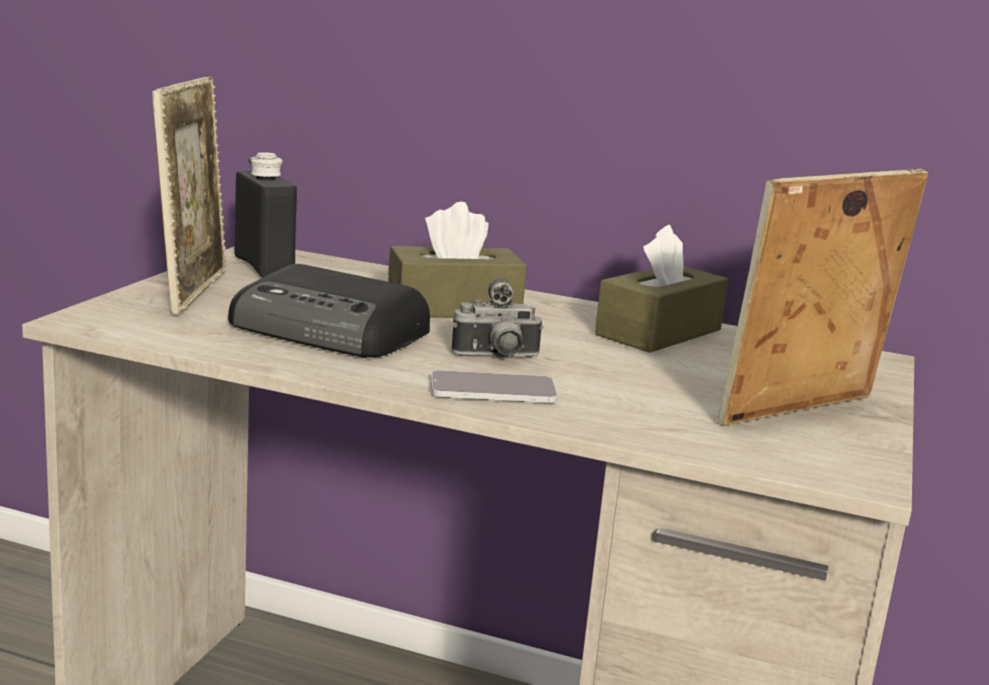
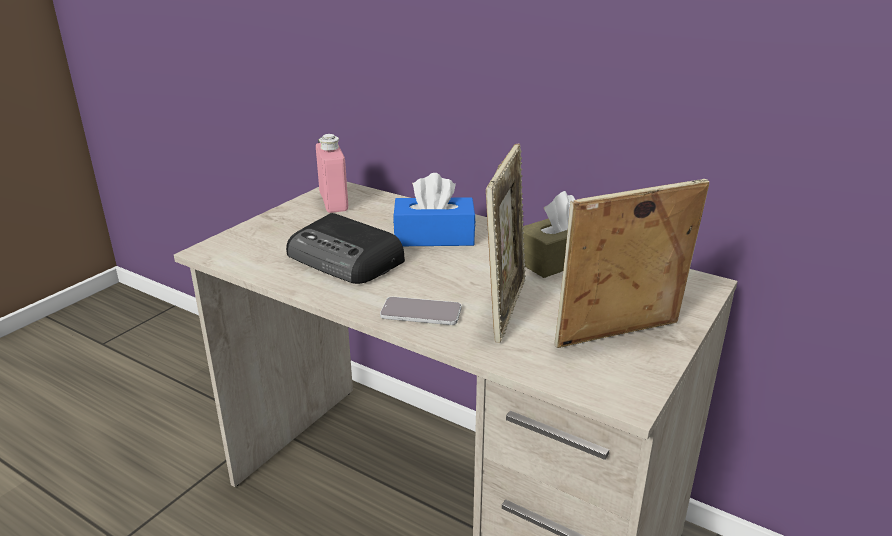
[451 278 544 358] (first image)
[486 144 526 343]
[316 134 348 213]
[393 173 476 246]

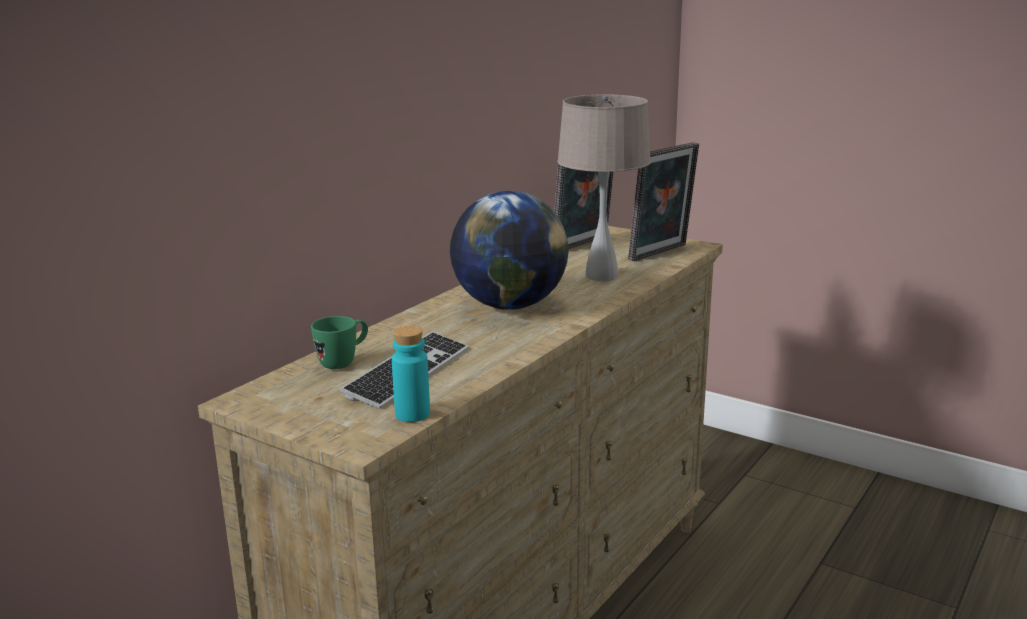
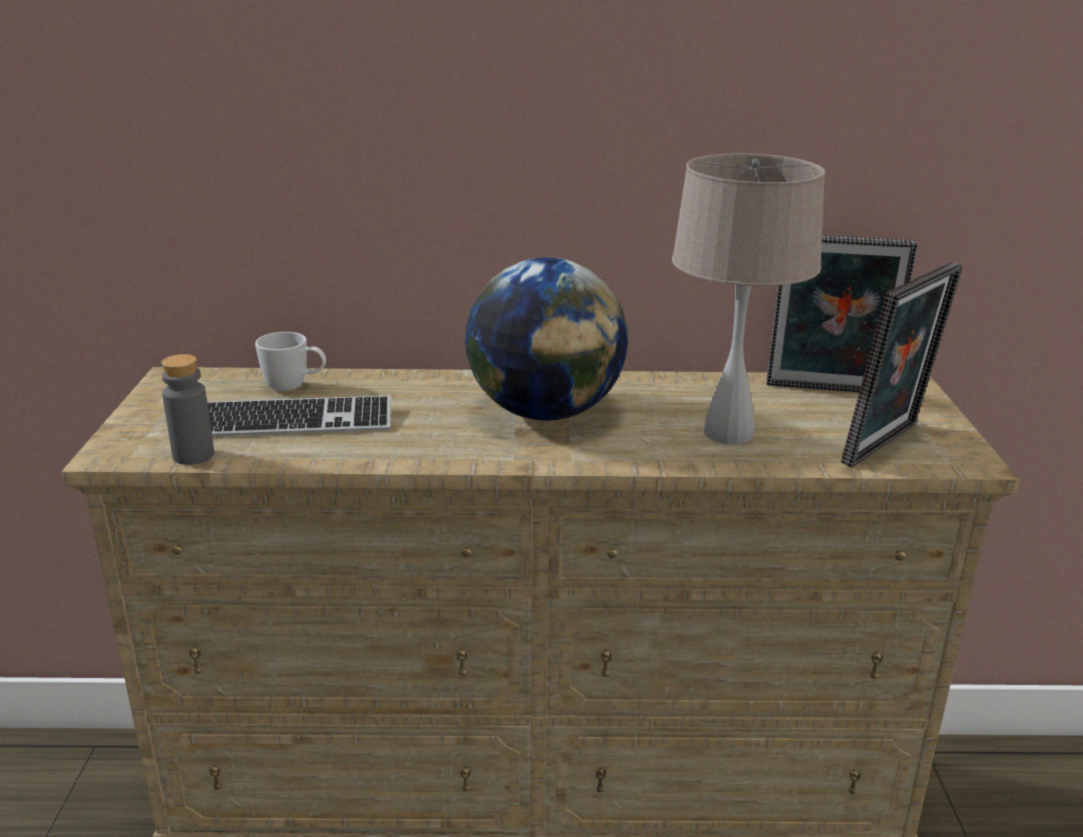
[255 332 326 391]
[162 354 214 465]
[841 262 963 468]

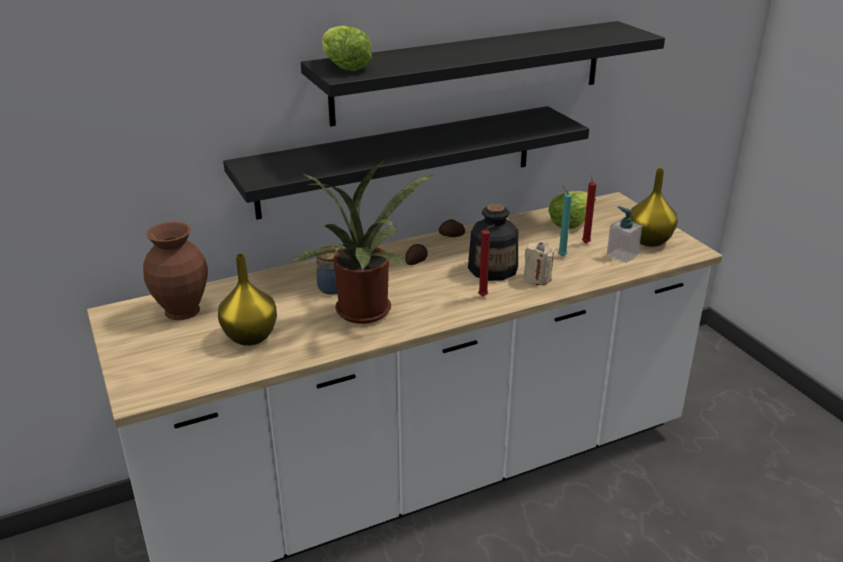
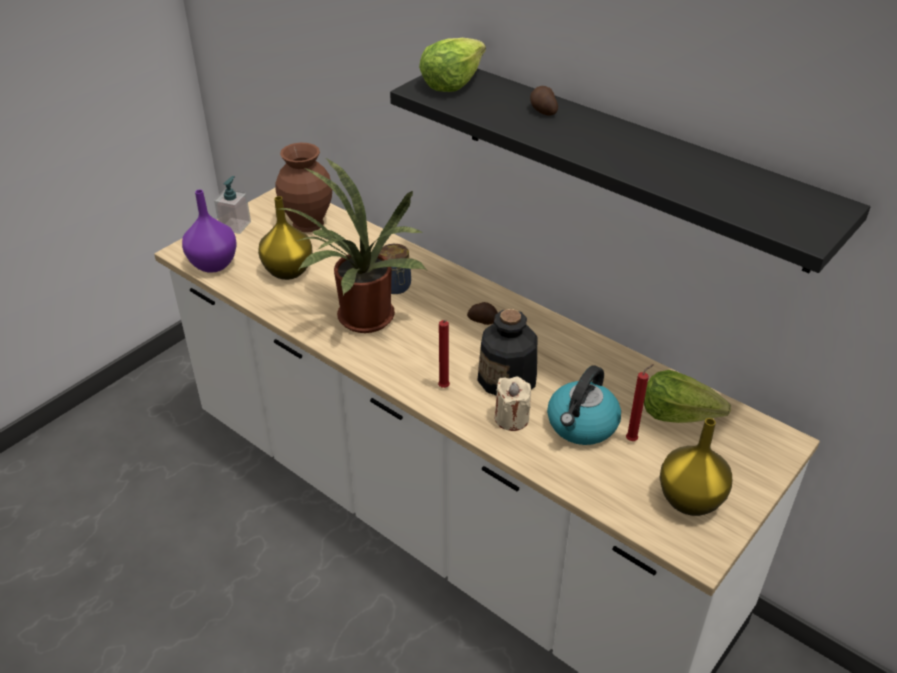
[223 106 589 220] (first image)
[182 190 237 273]
[530 86 558 116]
[214 176 251 234]
[547 365 621 445]

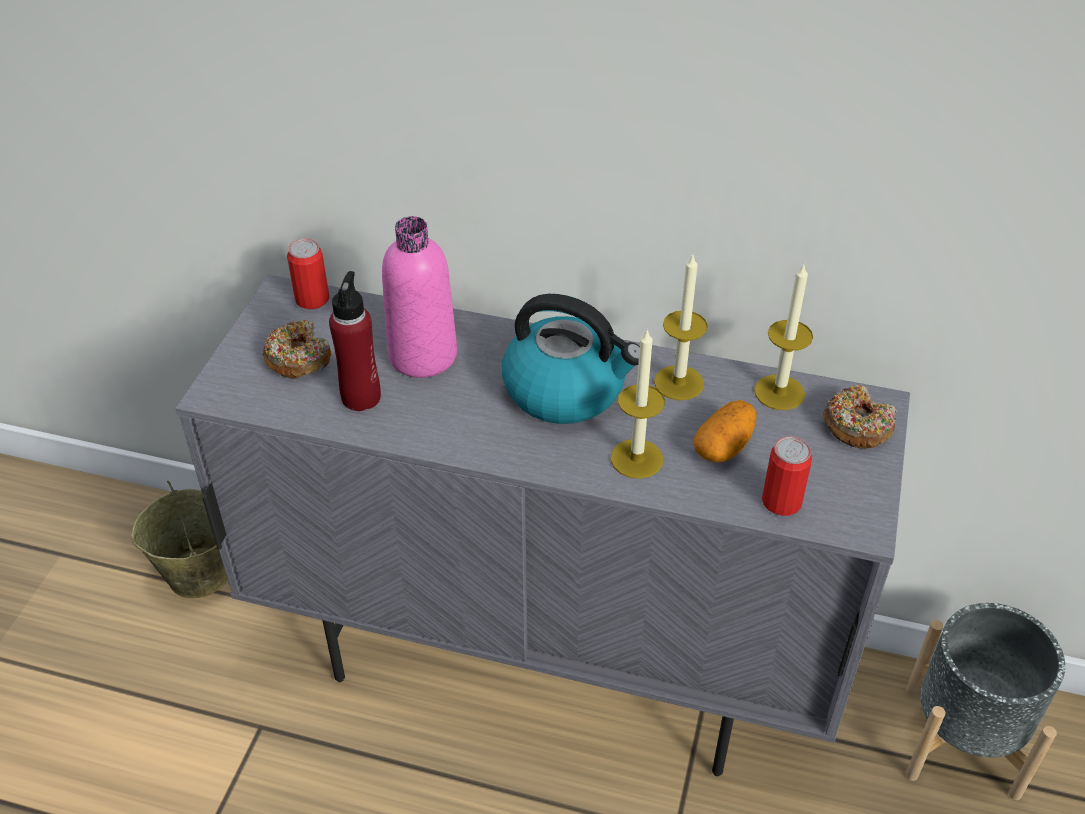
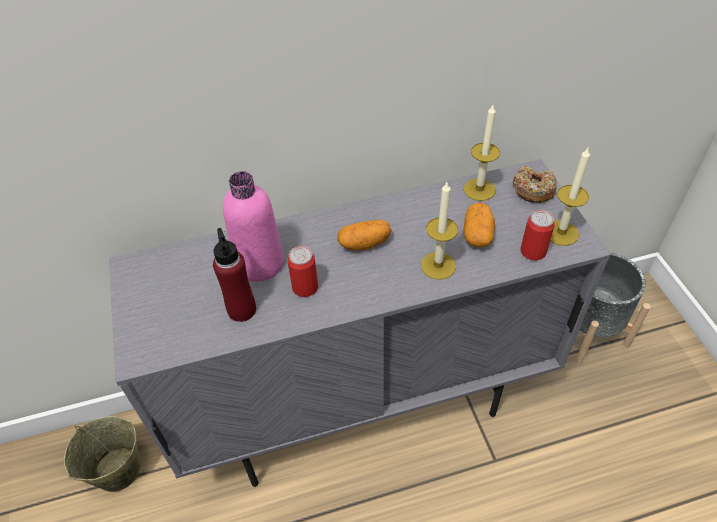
[263 320 331 379] (first image)
[288 246 318 297]
[550 148 590 246]
[337 220 392 250]

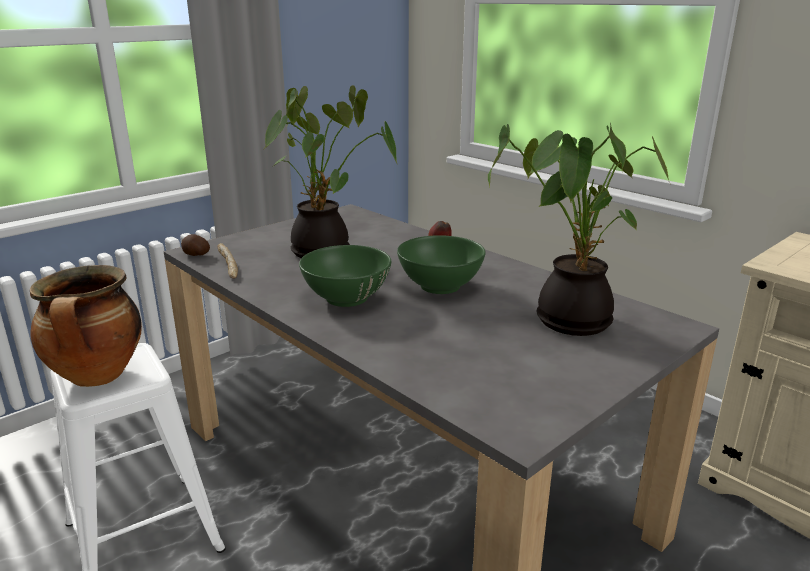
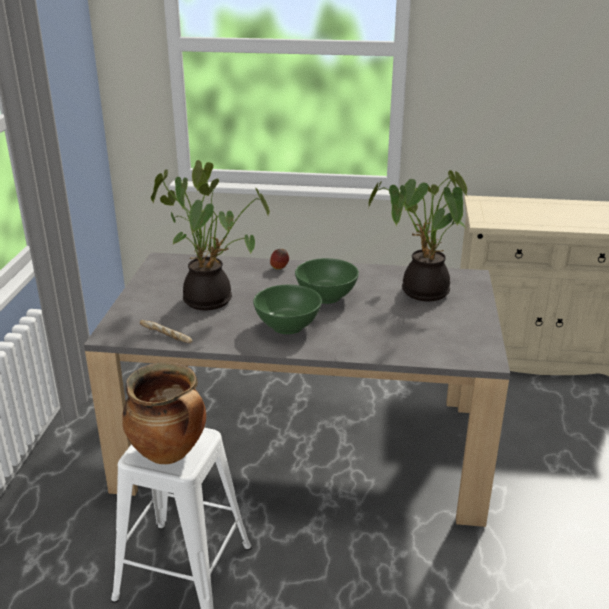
[181 234 210 256] (first image)

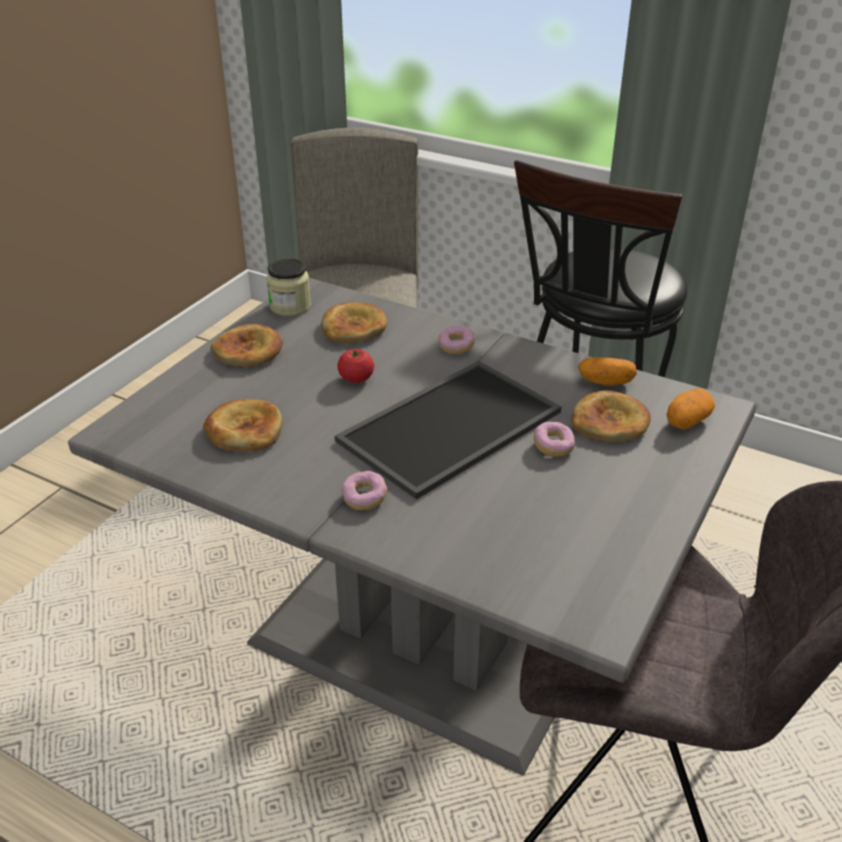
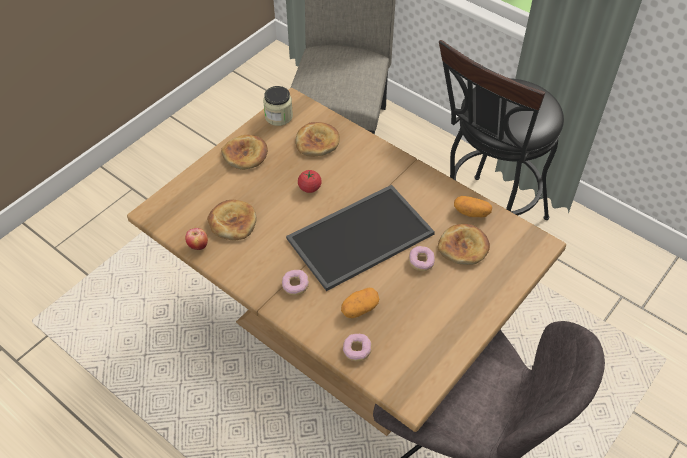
[185 228 208 250]
[343 334 372 361]
[341 288 379 318]
[127 88 566 436]

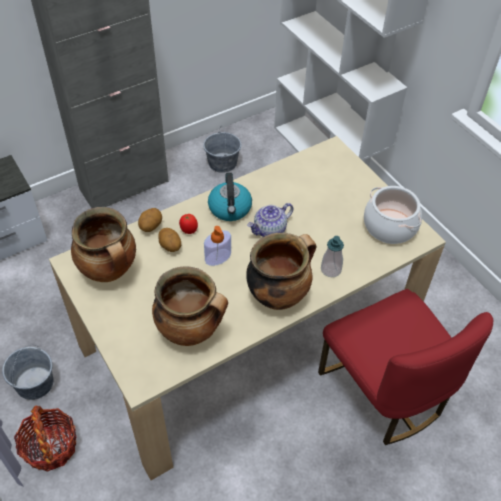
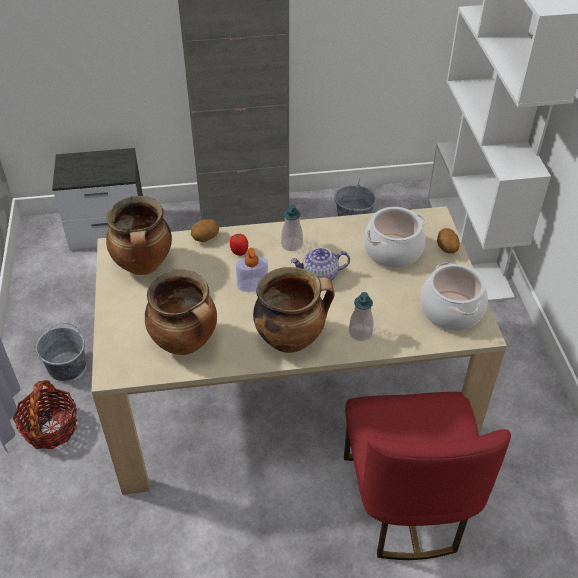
[364 207 426 268]
[437 228 460 253]
[281 204 303 251]

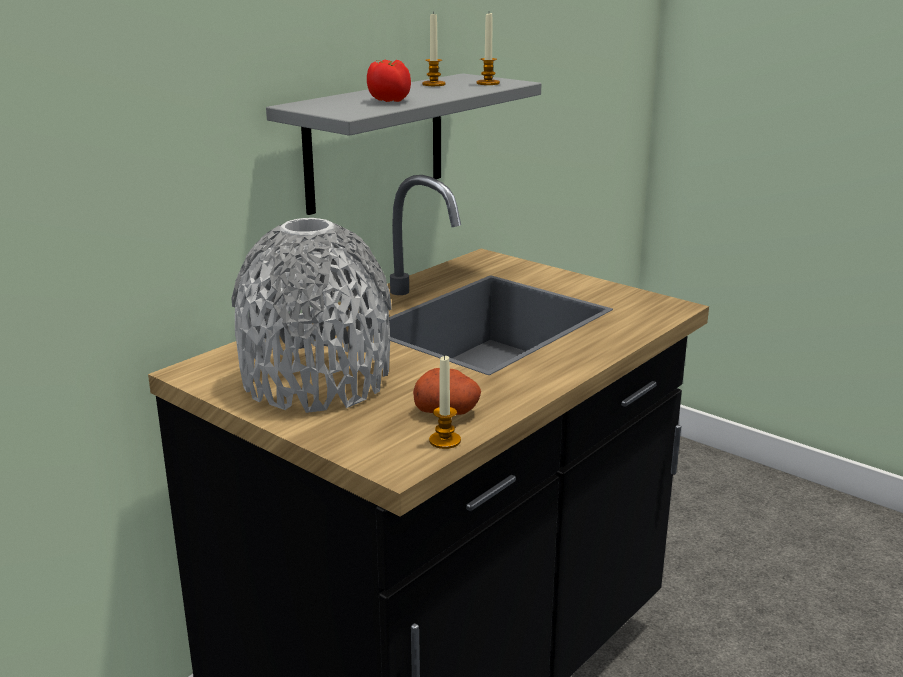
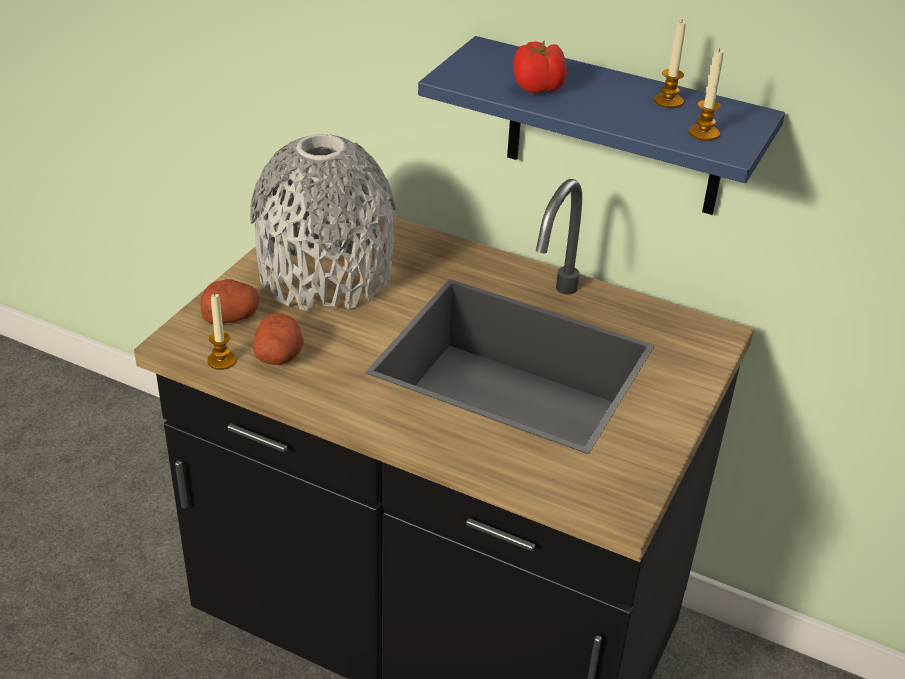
[200 279 259 324]
[418 36 785 215]

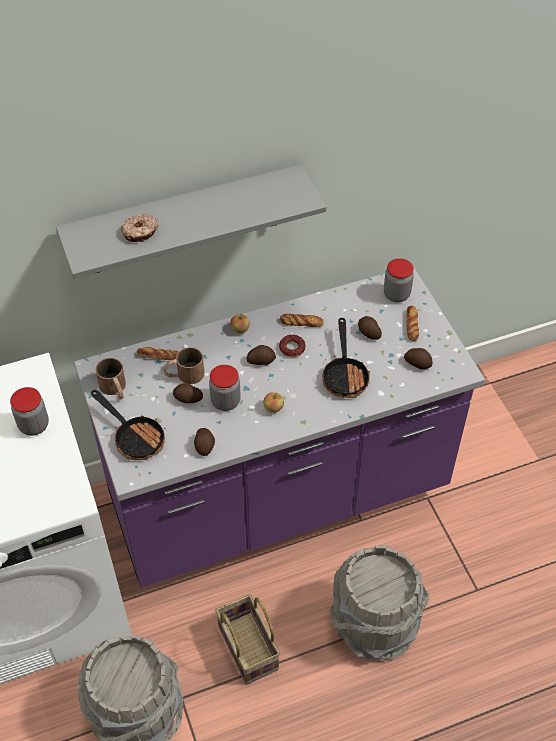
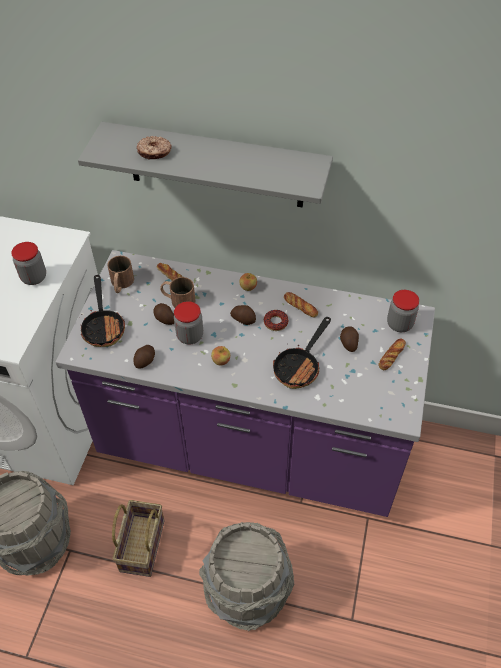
[404 348 433 369] (first image)

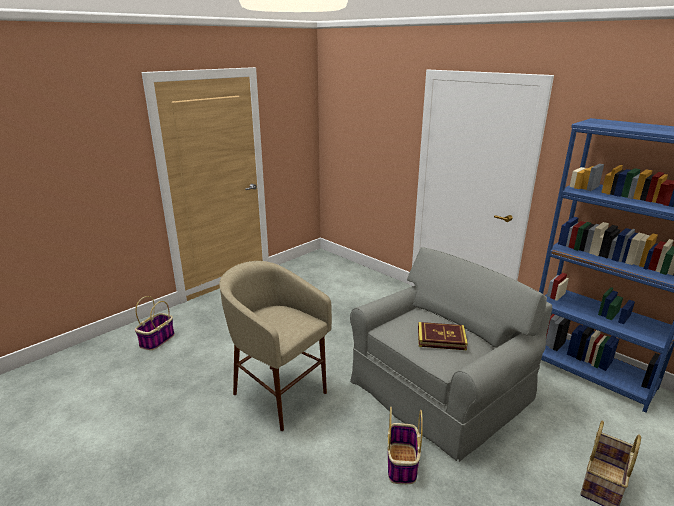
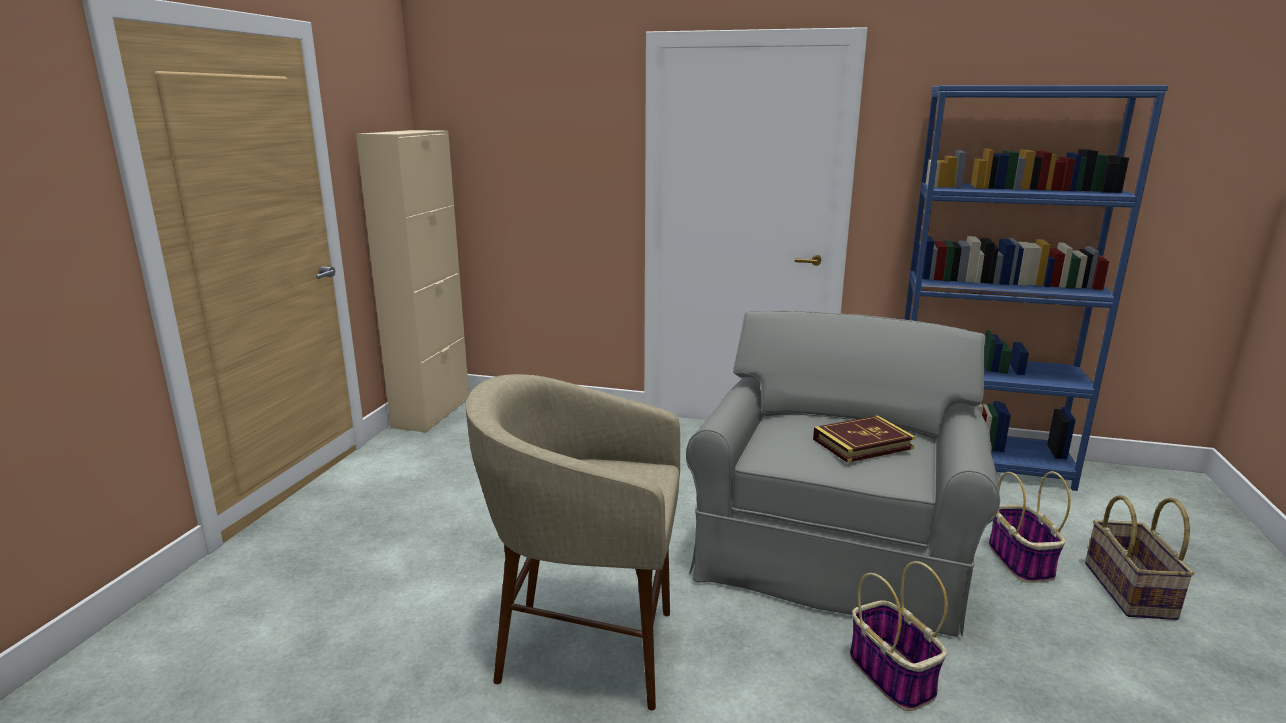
[356 130 469 433]
[989 471 1071 583]

